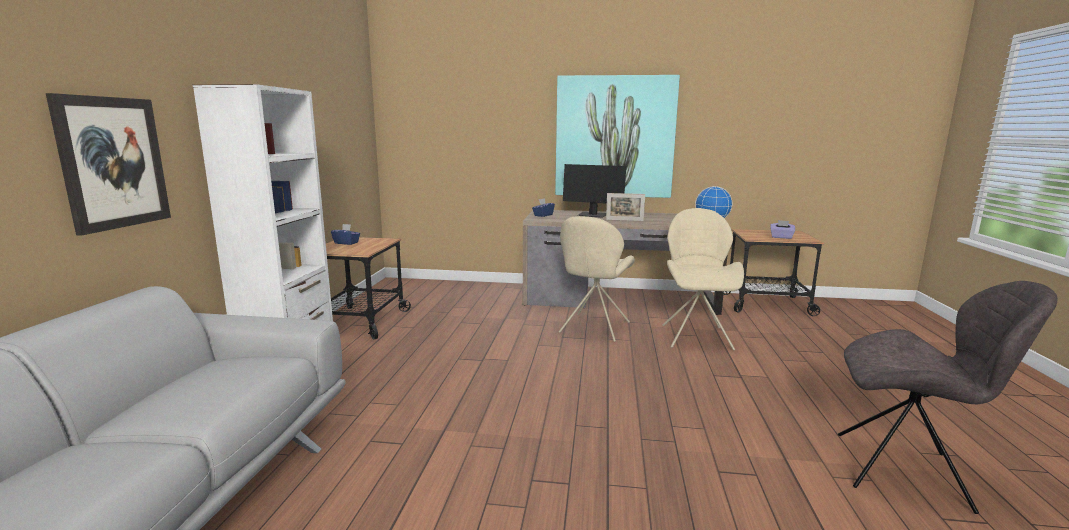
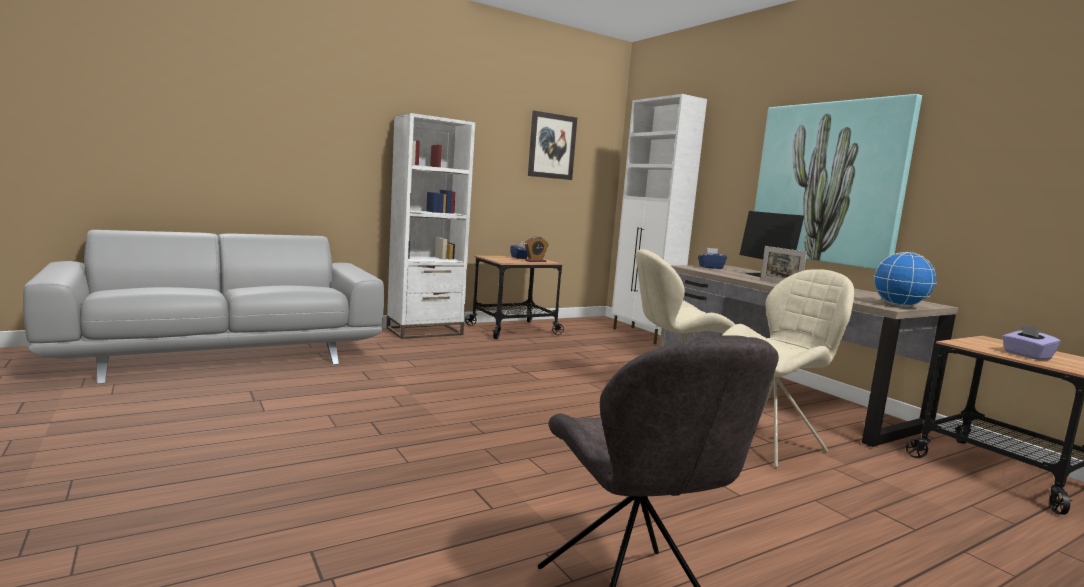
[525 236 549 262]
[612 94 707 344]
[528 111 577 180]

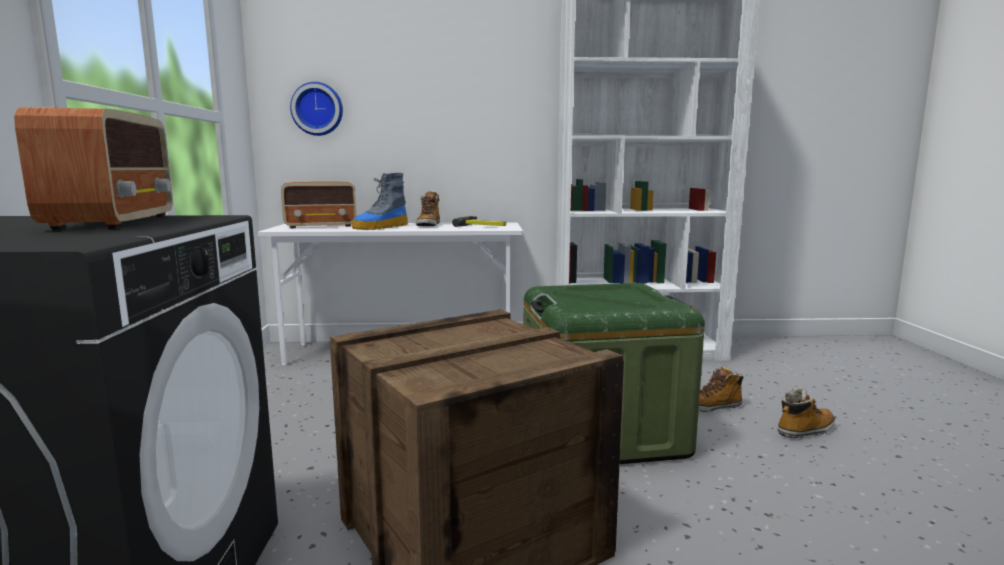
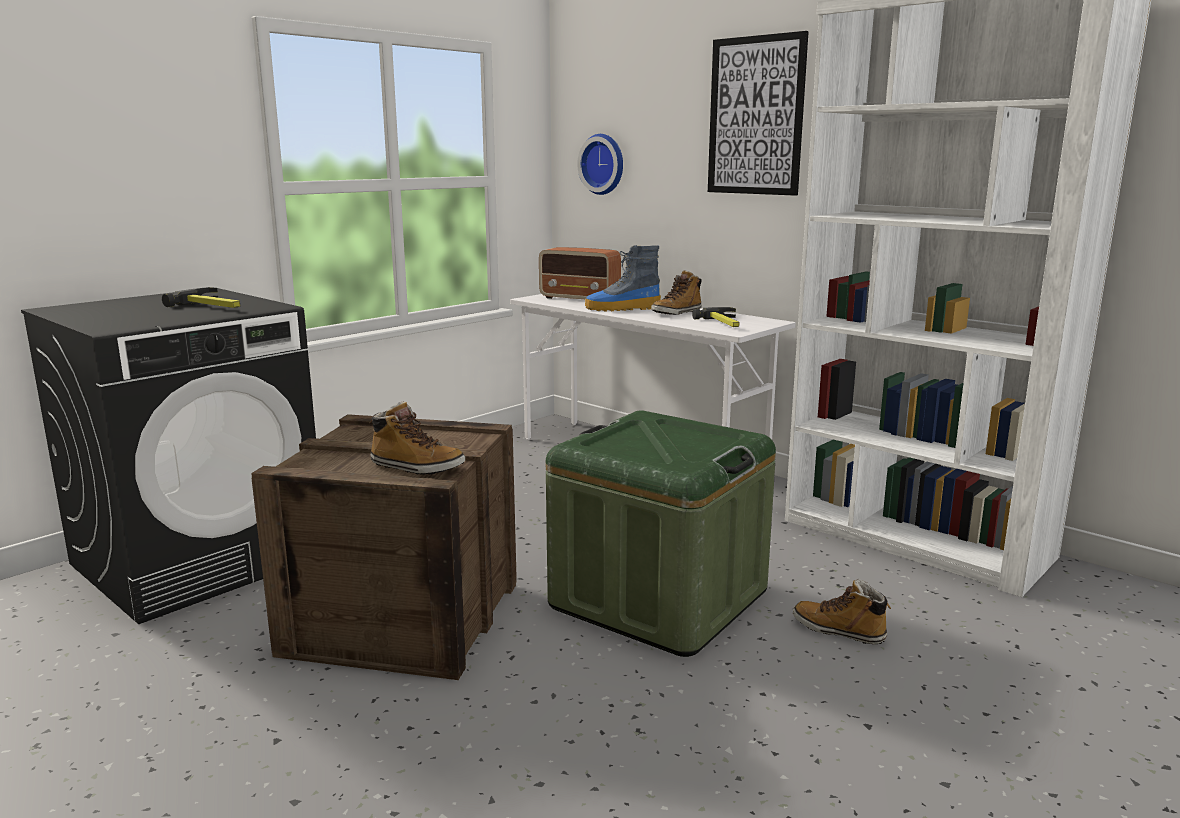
[708 31 809 196]
[370 401 465 475]
[162 287 240 308]

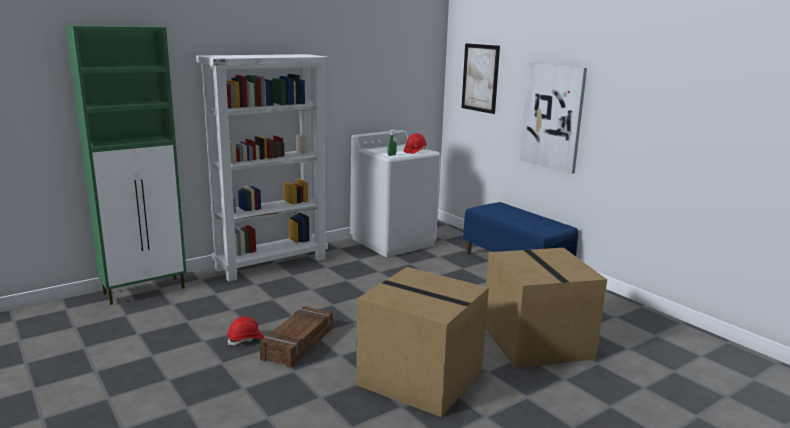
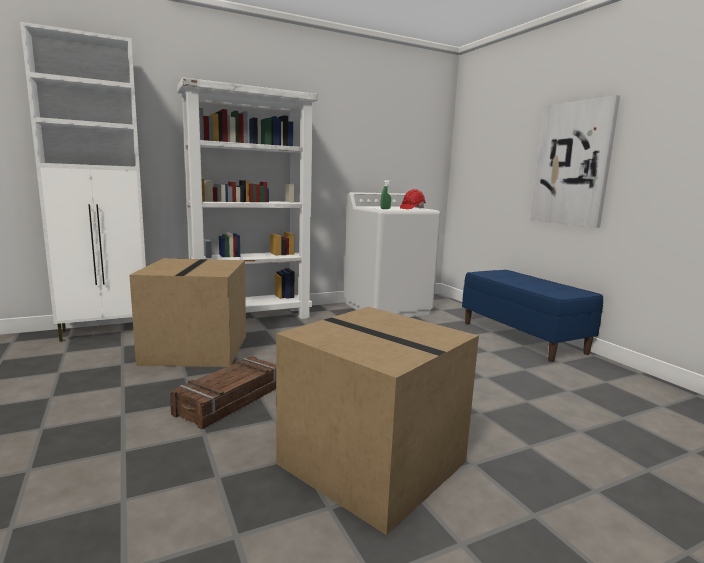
[227 317 264 345] (first image)
[461 43 500 114] (first image)
[130 258 246 367]
[20 22 146 342]

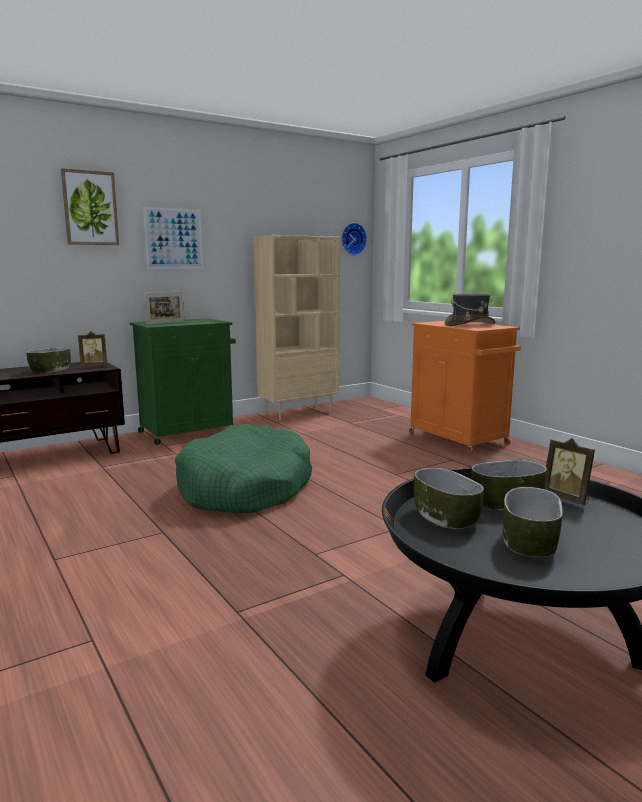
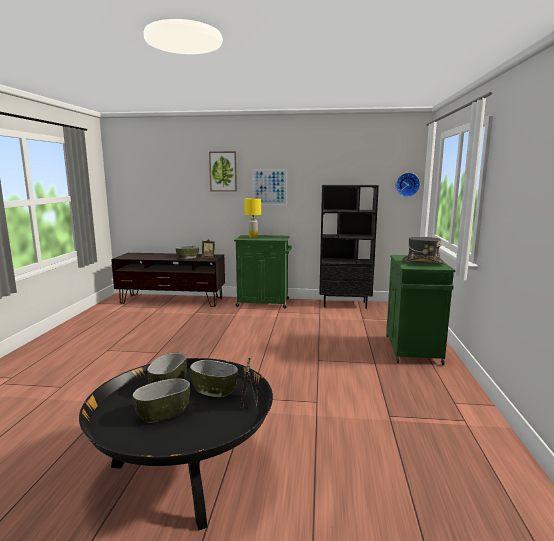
[175 424 312 513] (first image)
[244 198 261 238]
[319 185 379 309]
[386 255 456 365]

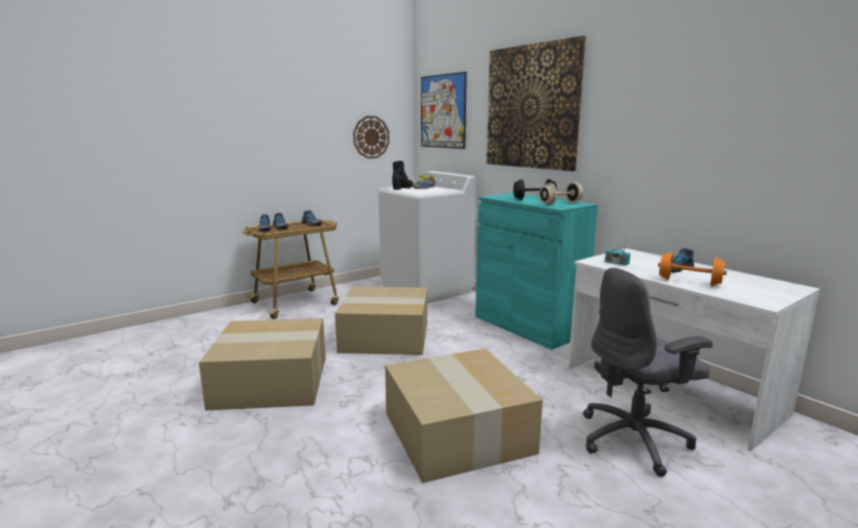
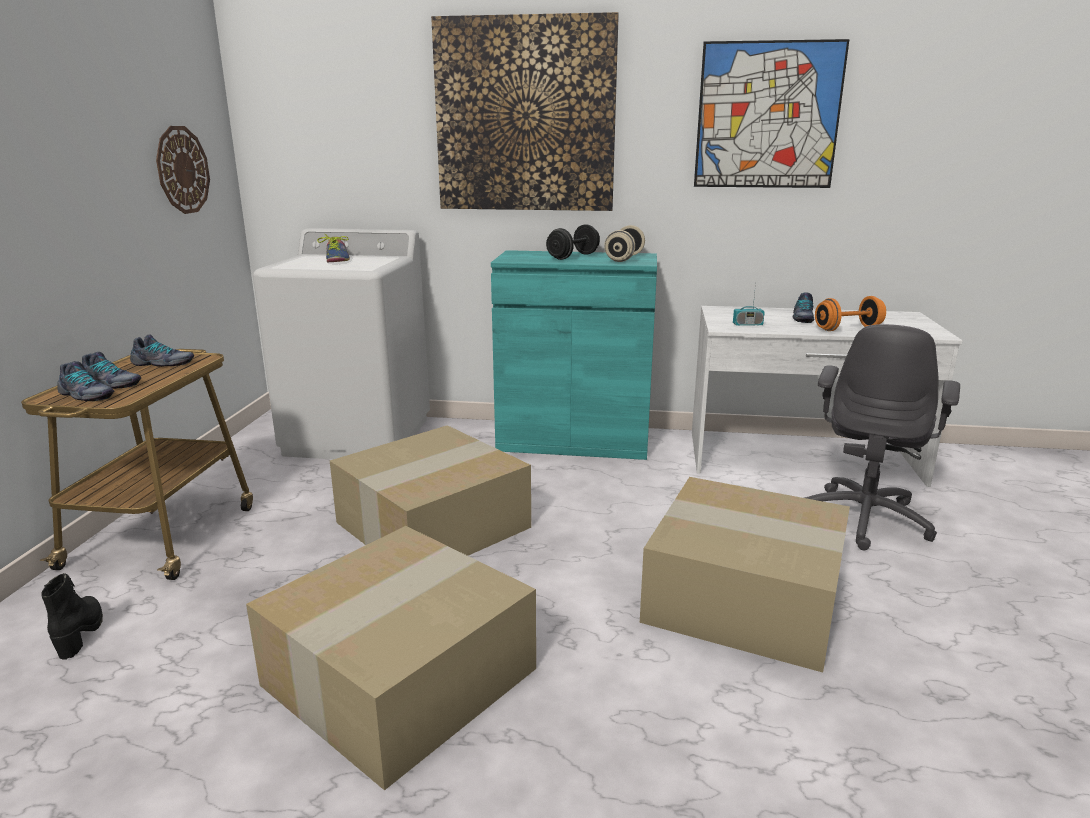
[41 573 103 660]
[694 39 849 188]

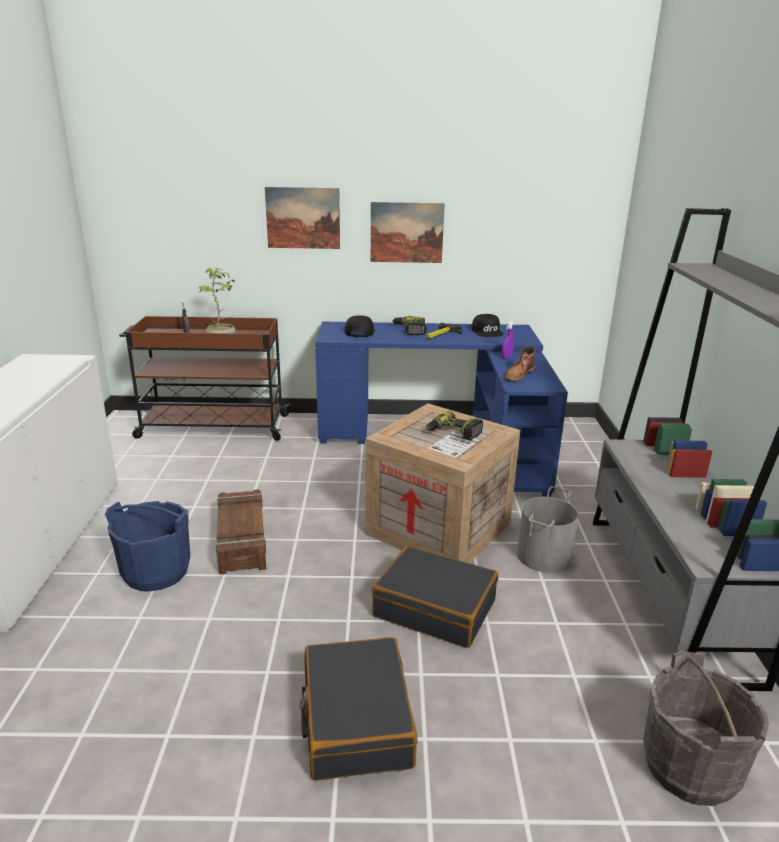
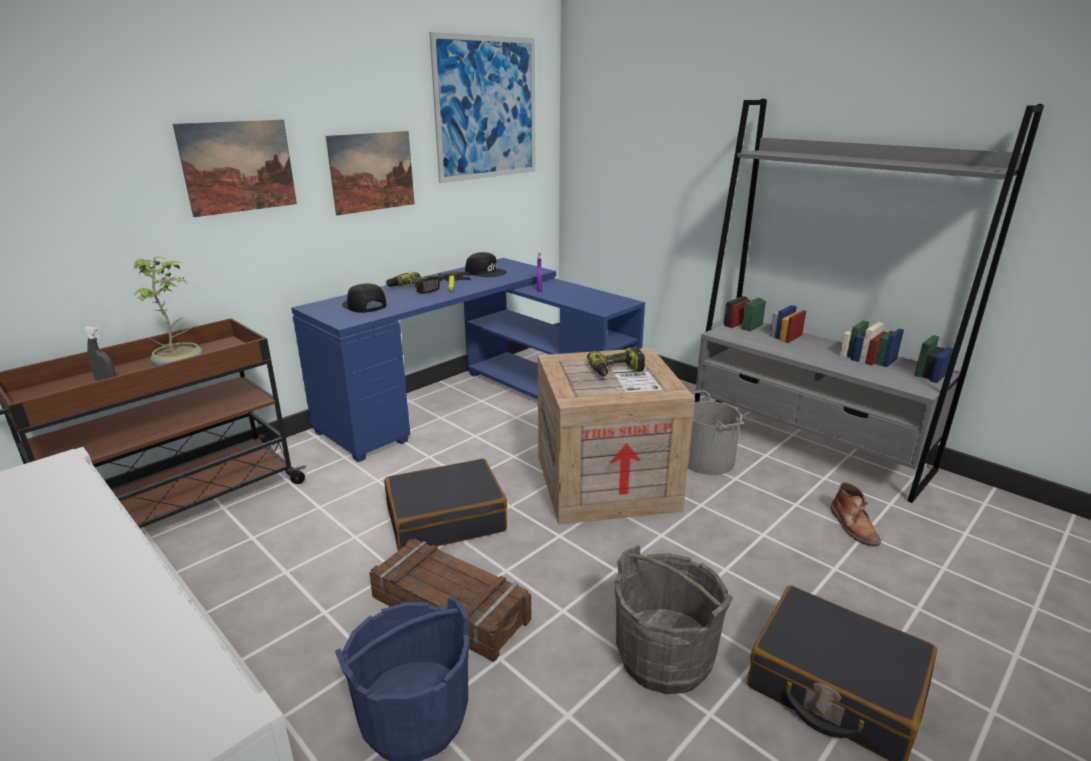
[429 32 536 183]
[384 458 507 551]
[831 482 881 546]
[615 545 734 694]

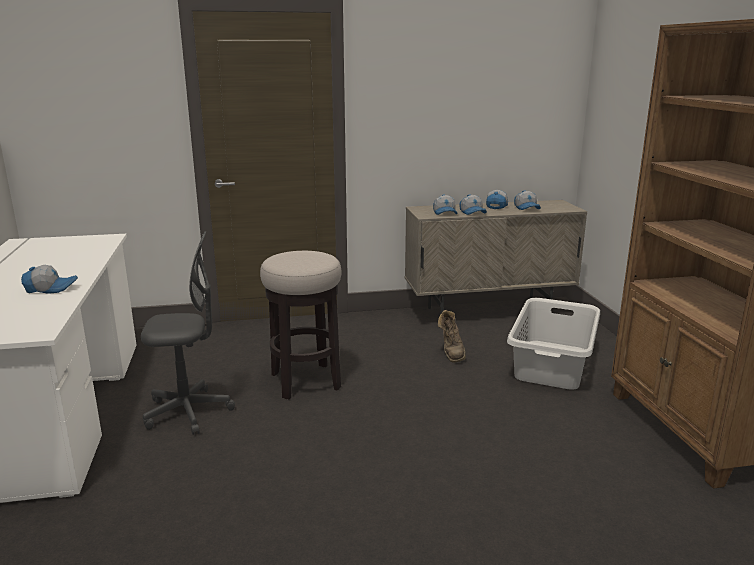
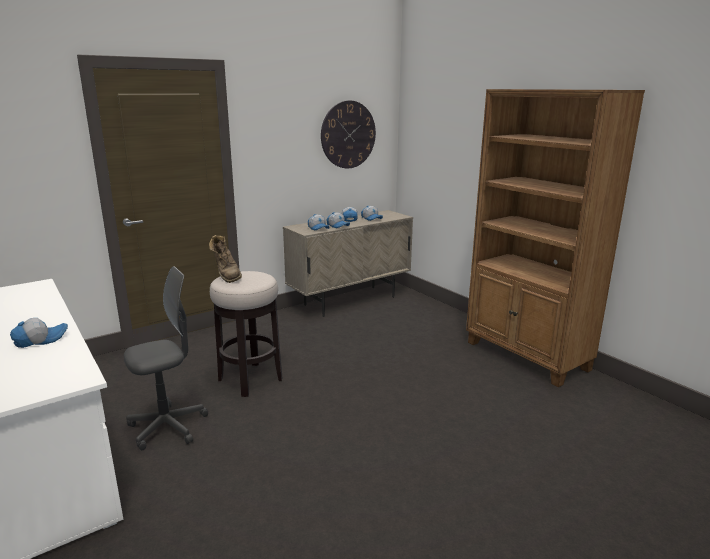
[507 298 600 390] (first image)
[321 100 376 168]
[209 235 242 283]

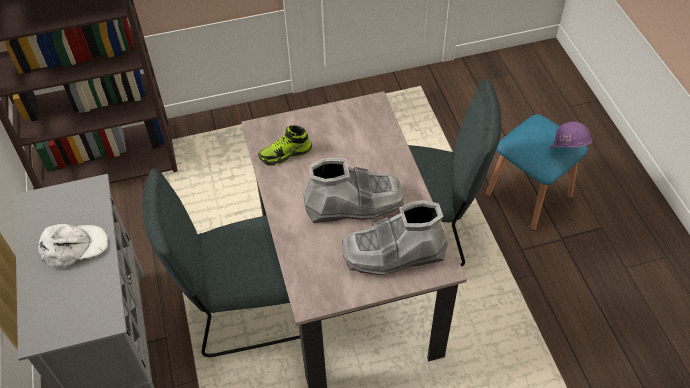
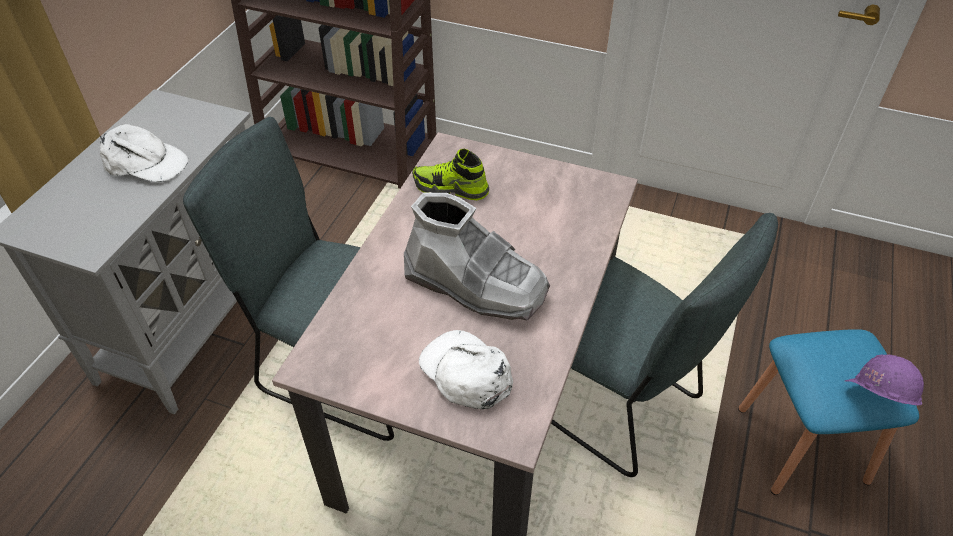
[419 330 513 409]

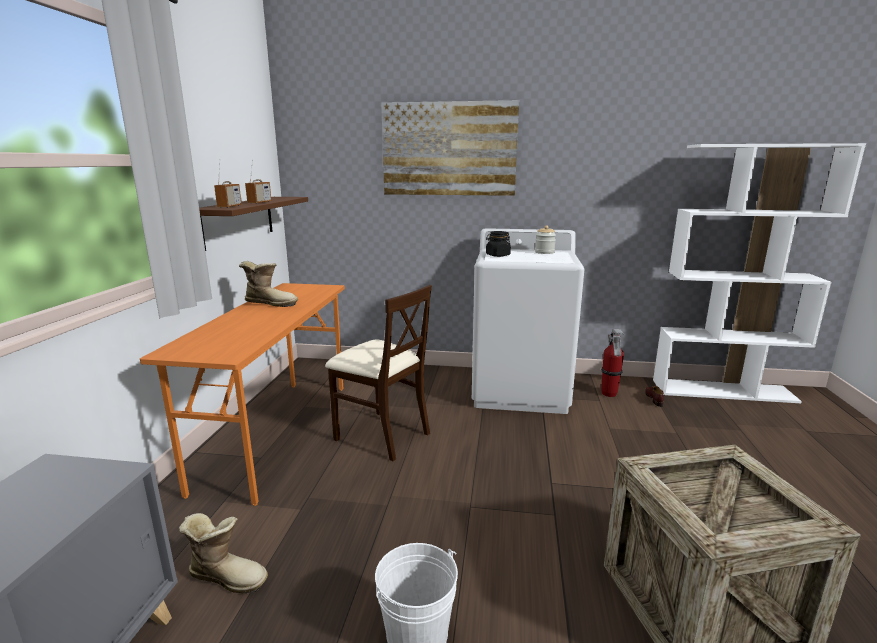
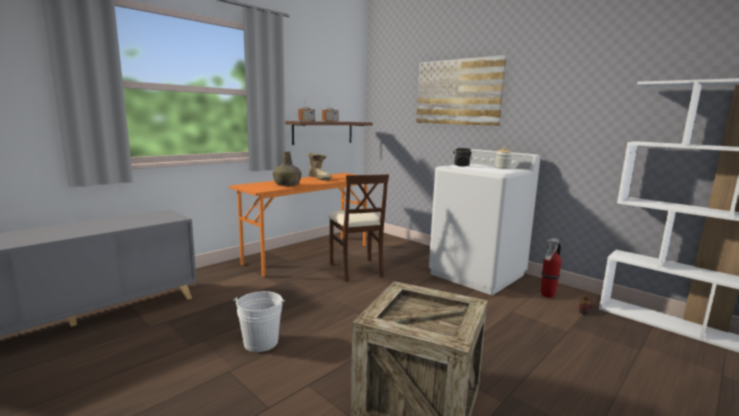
[179 513 268 594] (first image)
[273 151 301 186]

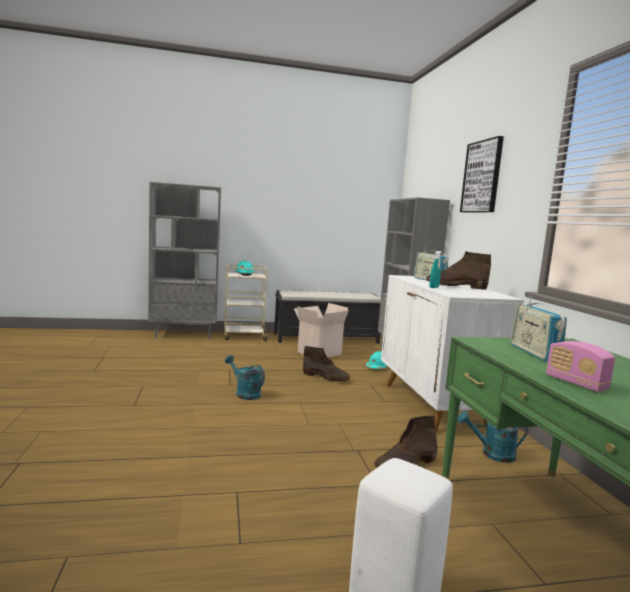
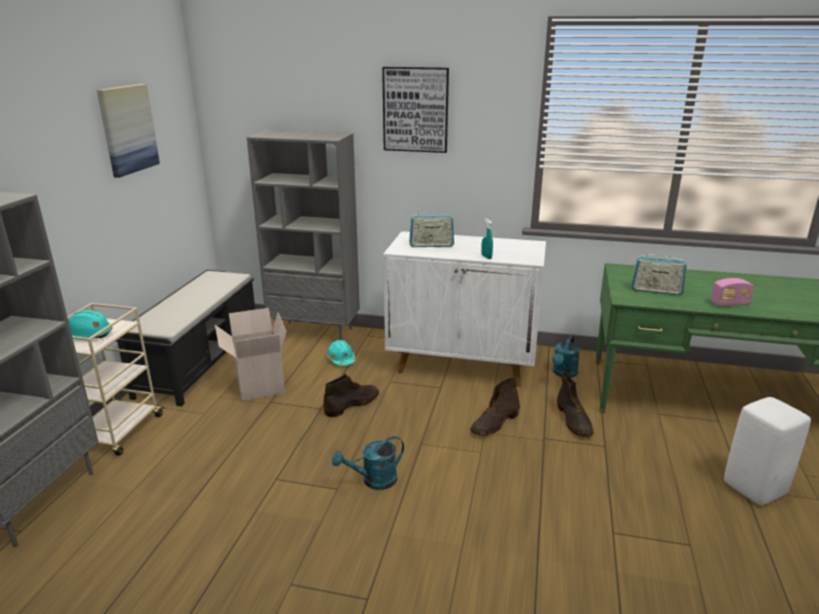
[97 84 160 178]
[471 377 520 436]

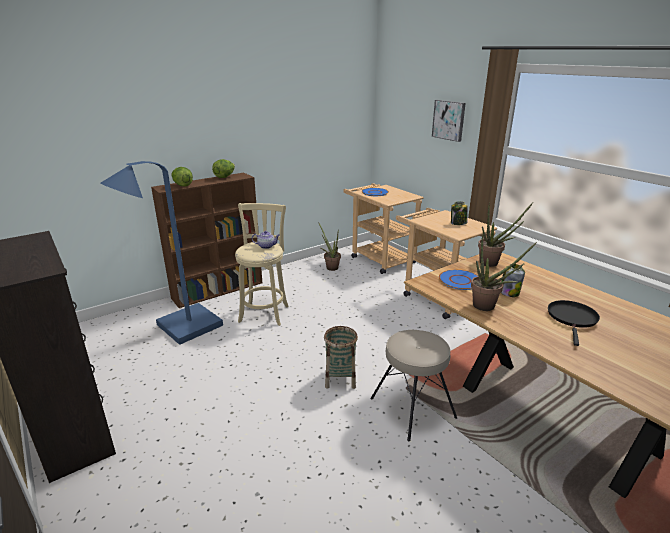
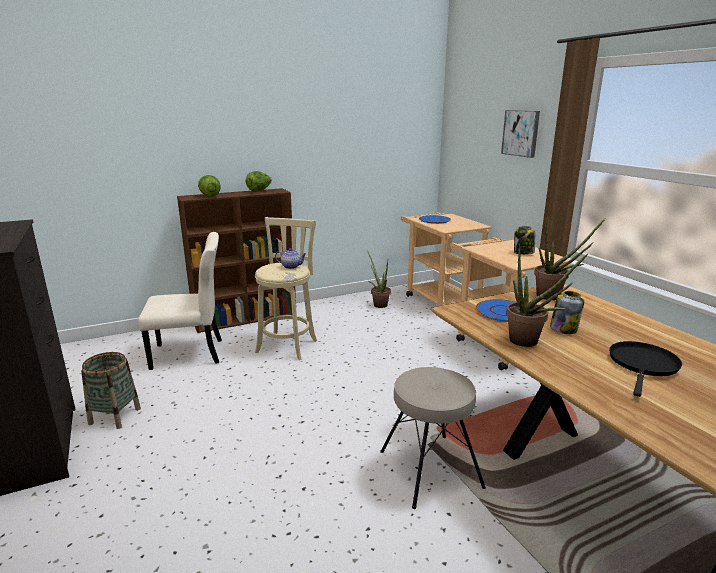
[81 352 141 429]
[138 232 222 370]

